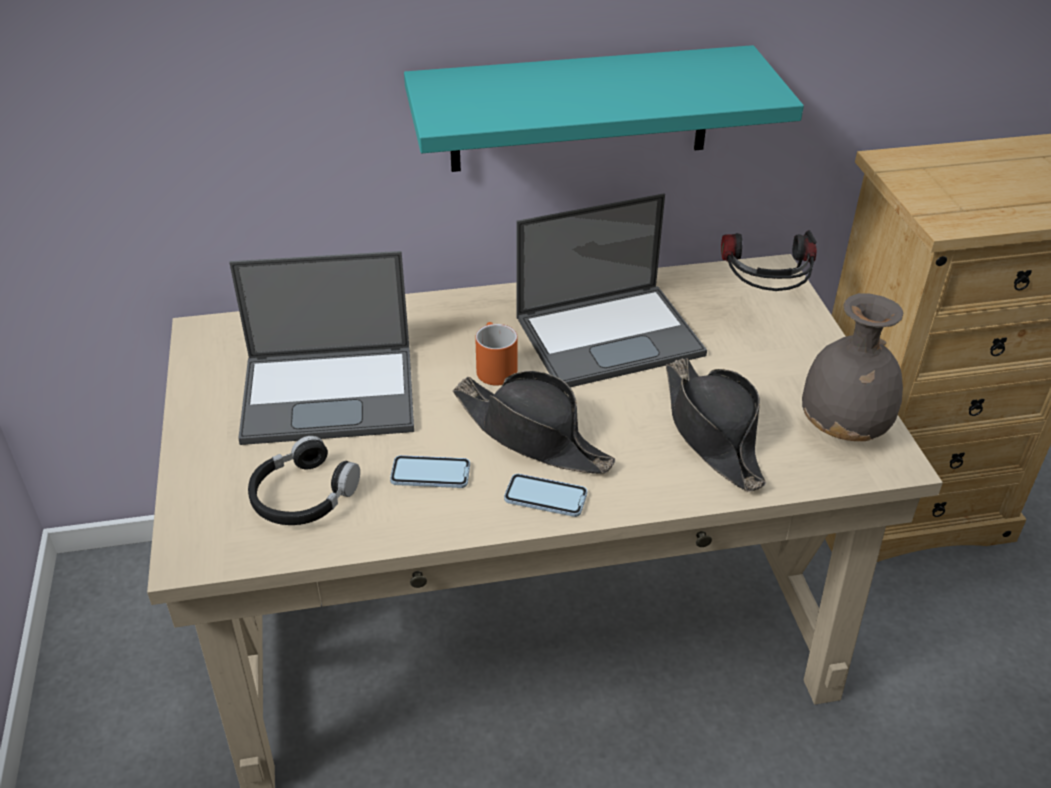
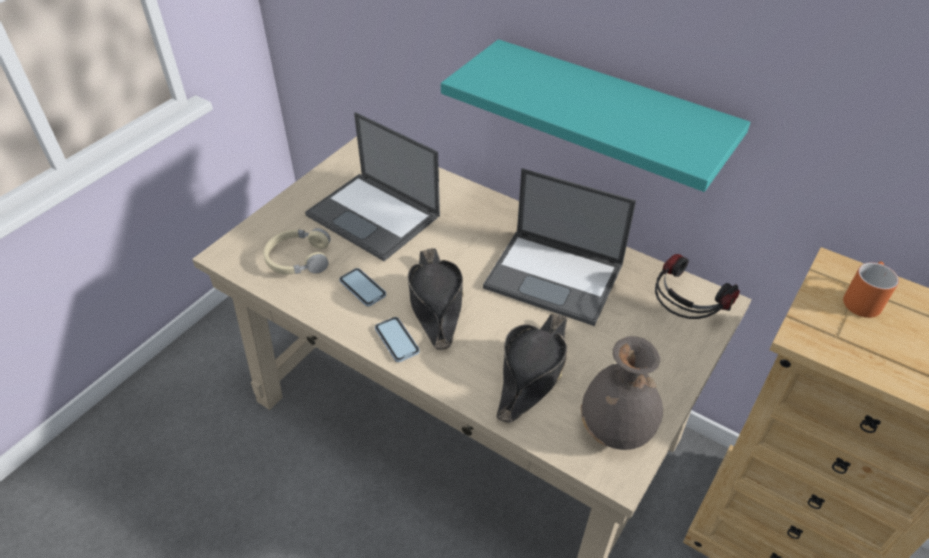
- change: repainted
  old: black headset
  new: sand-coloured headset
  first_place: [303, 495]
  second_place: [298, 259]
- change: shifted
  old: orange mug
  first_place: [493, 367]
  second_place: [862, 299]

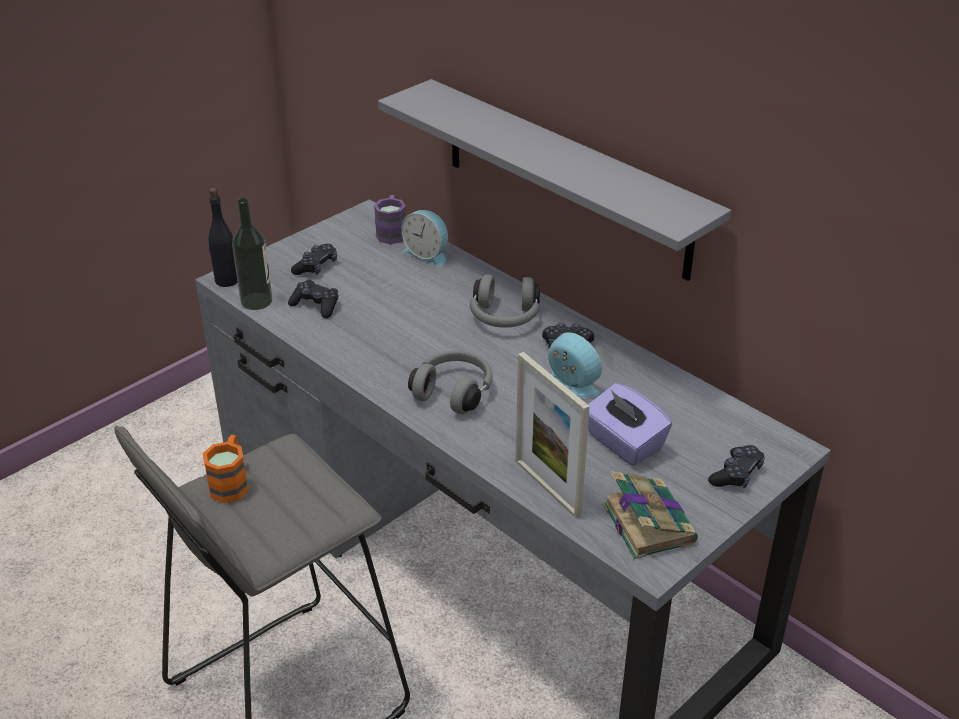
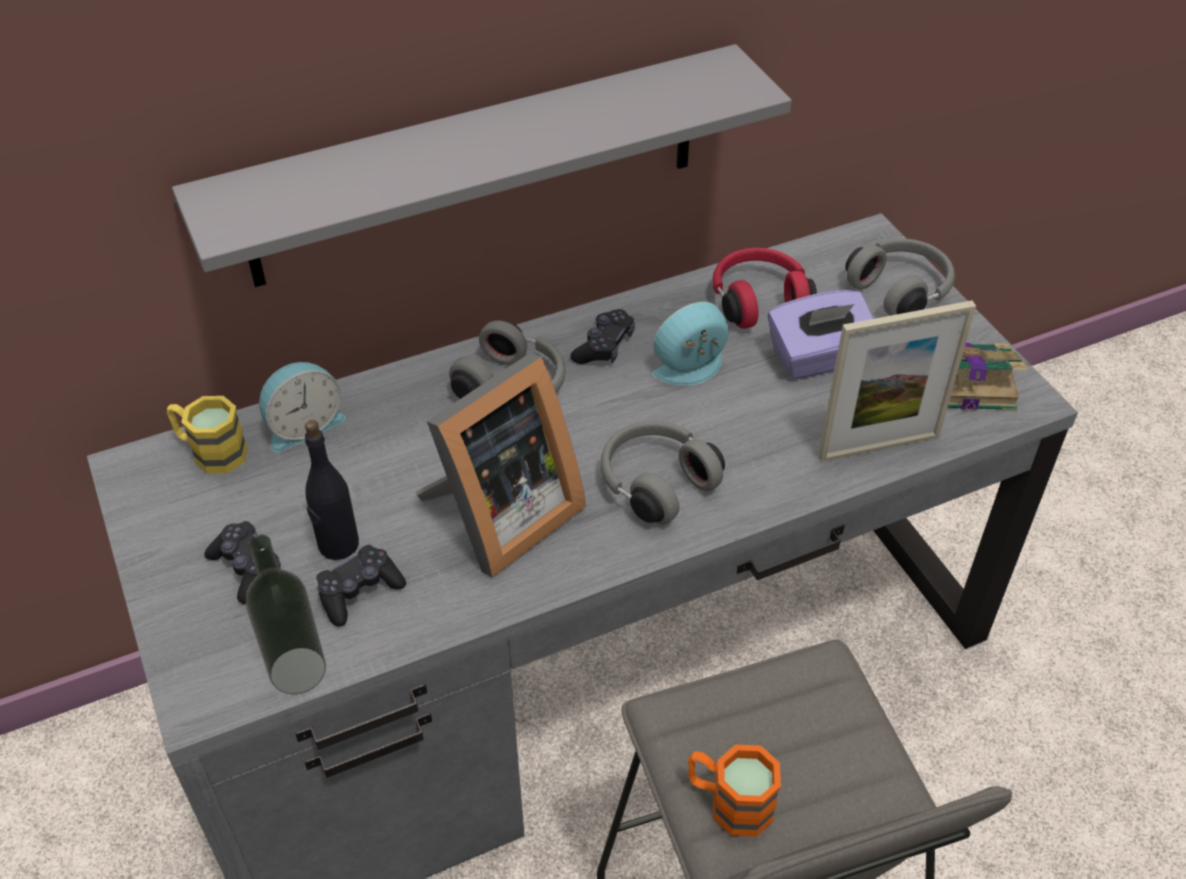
- change: repainted
  old: purple-coloured mug
  new: yellow mug
  first_place: [391, 232]
  second_place: [211, 451]
- change: shifted
  old: black beverage bottle
  first_place: [226, 280]
  second_place: [338, 545]
- change: new
  new: photo frame
  second_place: [499, 517]
- change: new
  new: red headset
  second_place: [758, 300]
- change: swapped
  old: black gamepad
  new: gray headset
  first_place: [736, 474]
  second_place: [901, 290]

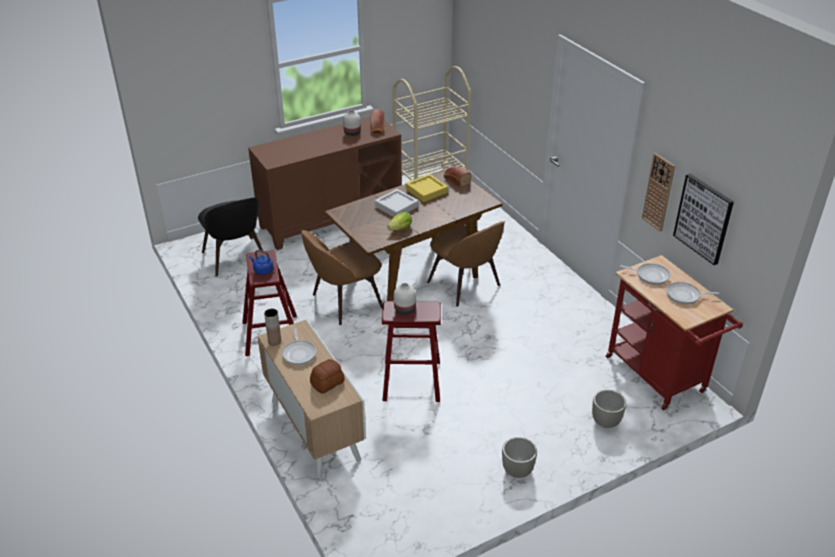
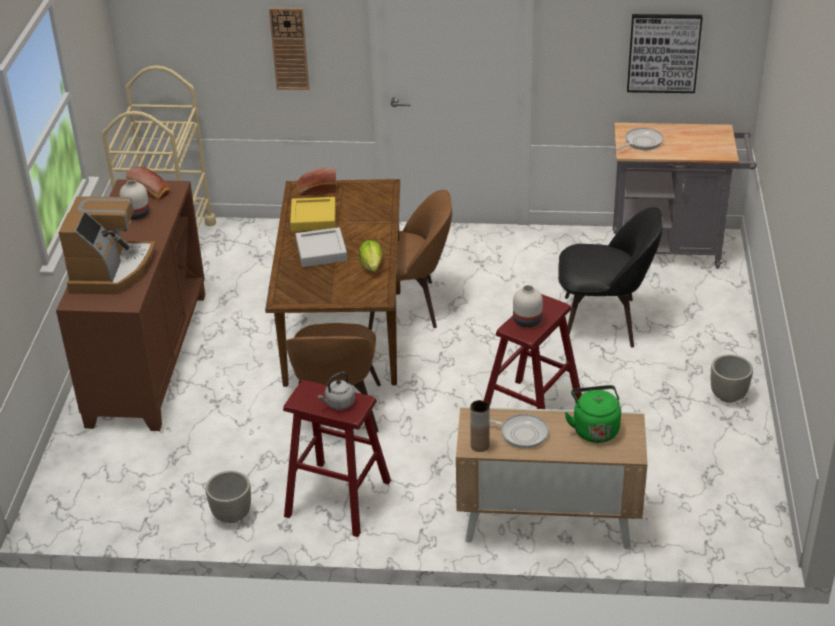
- change: new
  new: coffee brewer
  second_place: [111, 270]
- change: shifted
  old: gray flower pot
  first_place: [606, 422]
  second_place: [232, 515]
- change: shifted
  old: clock on the wall
  first_place: [658, 192]
  second_place: [289, 48]
- change: repainted
  old: bluish water kettle
  new: gray water kettle
  first_place: [262, 270]
  second_place: [338, 403]
- change: shifted
  old: black upright chair
  first_place: [235, 258]
  second_place: [603, 321]
- change: swapped
  old: bread
  new: green-coloured water kettle
  first_place: [328, 383]
  second_place: [594, 429]
- change: repainted
  old: red cart
  new: gray cart
  first_place: [659, 378]
  second_place: [673, 249]
- change: gone
  old: frying pan
  first_place: [685, 295]

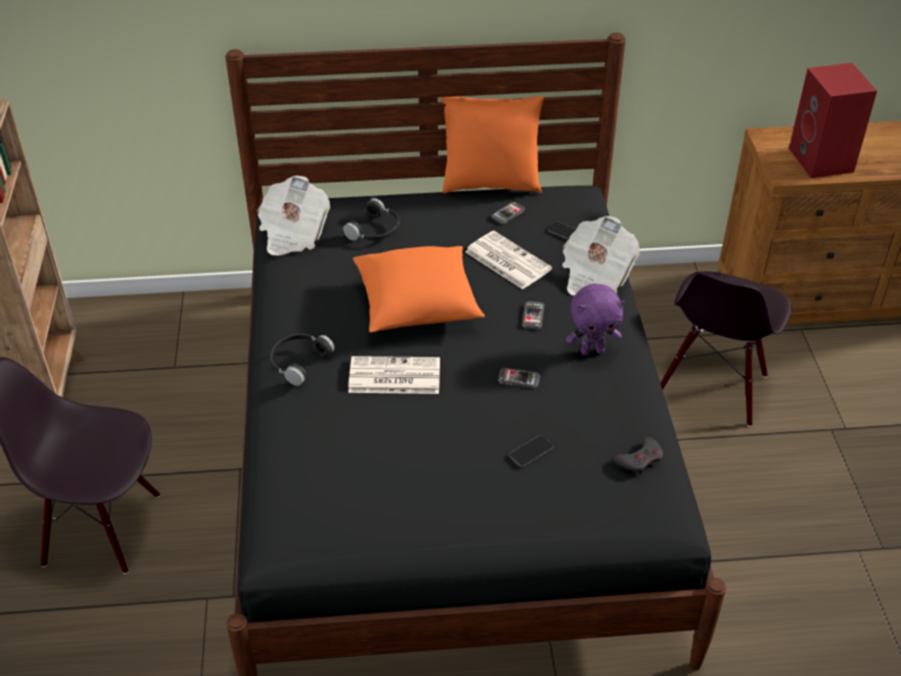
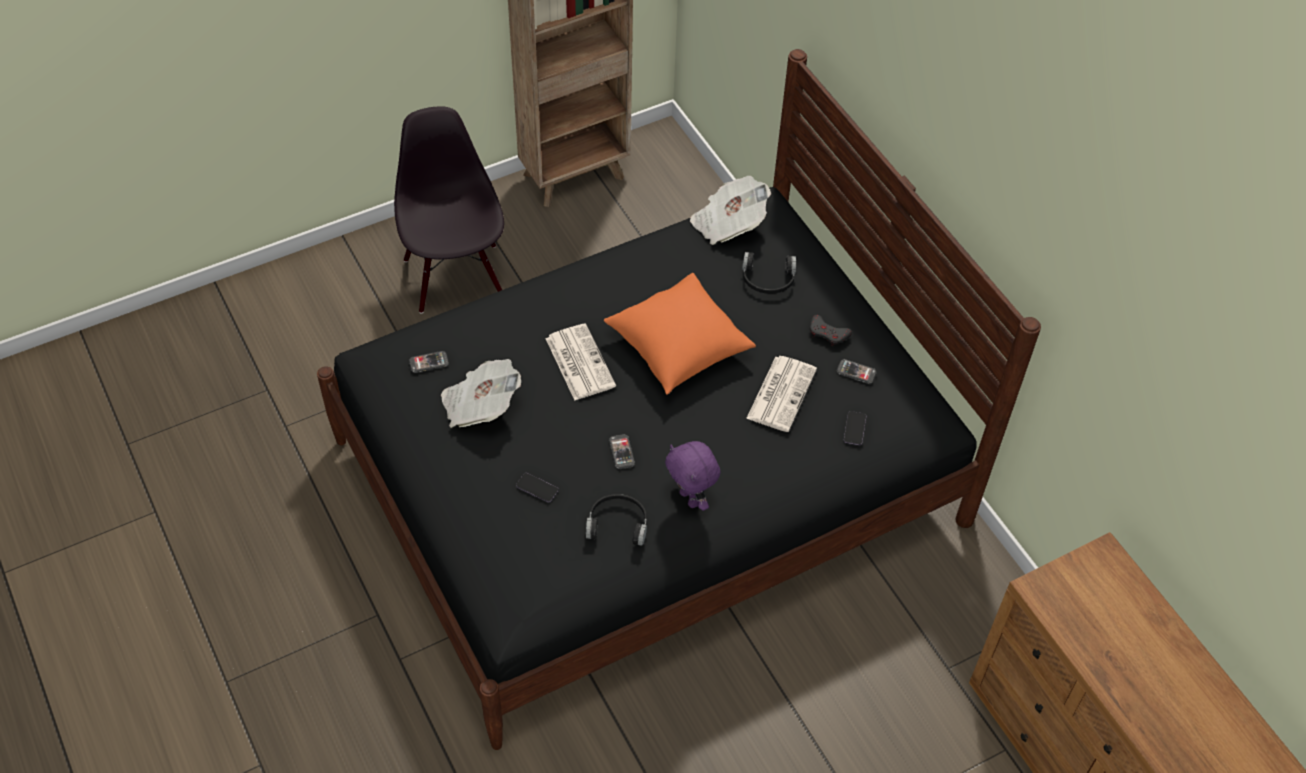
- change: shifted
  old: handset
  first_place: [533, 316]
  second_place: [429, 363]
- change: shifted
  old: newspaper
  first_place: [595, 275]
  second_place: [480, 406]
- change: shifted
  old: black headset
  first_place: [298, 362]
  second_place: [618, 523]
- change: shifted
  old: gray gamepad
  first_place: [640, 459]
  second_place: [828, 333]
- change: gone
  old: orange throw pillow
  first_place: [490, 184]
- change: gone
  old: black upright chair
  first_place: [713, 386]
- change: gone
  old: red speaker
  first_place: [823, 161]

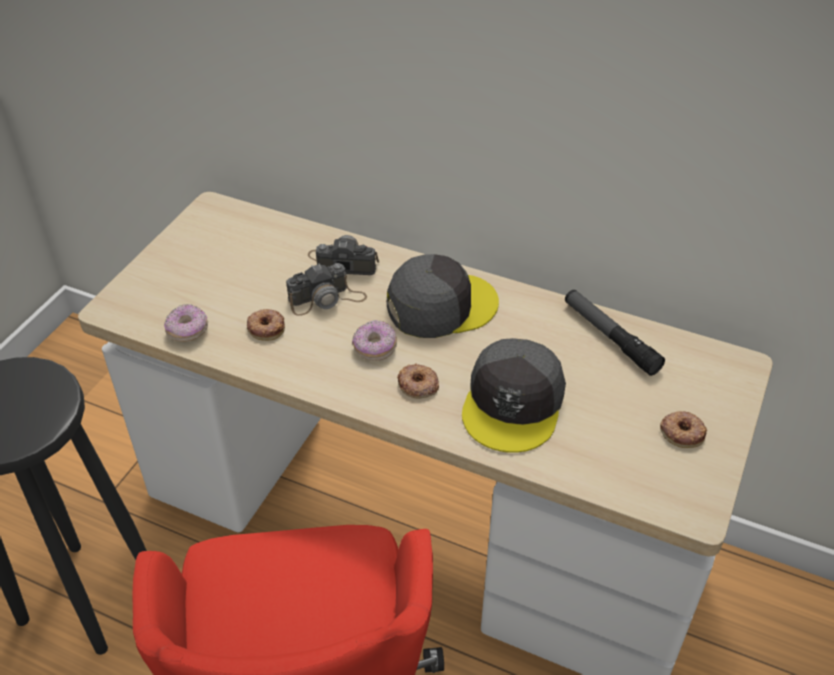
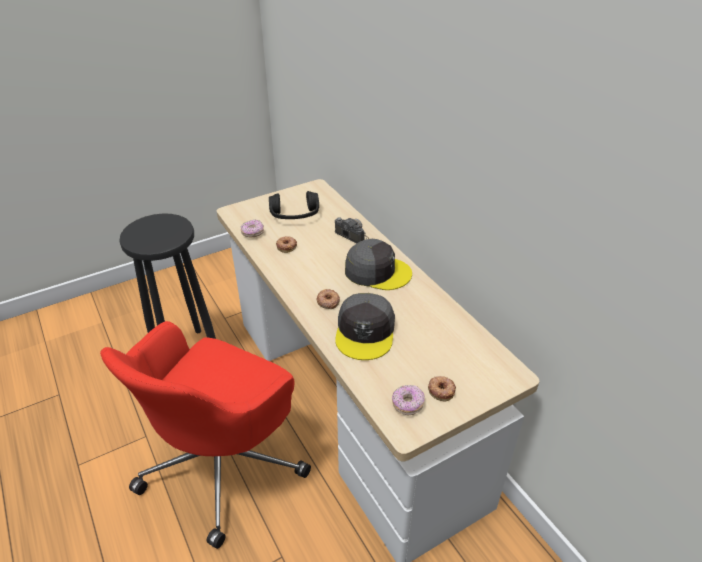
- change: new
  new: black headset
  second_place: [295, 215]
- change: rotated
  old: gray baseball cap
  first_place: [514, 403]
  second_place: [365, 332]
  degrees: -45
- change: shifted
  old: ring doughnut
  first_place: [374, 348]
  second_place: [407, 404]
- change: gone
  old: still camera
  first_place: [327, 299]
- change: gone
  old: torch
  first_place: [610, 337]

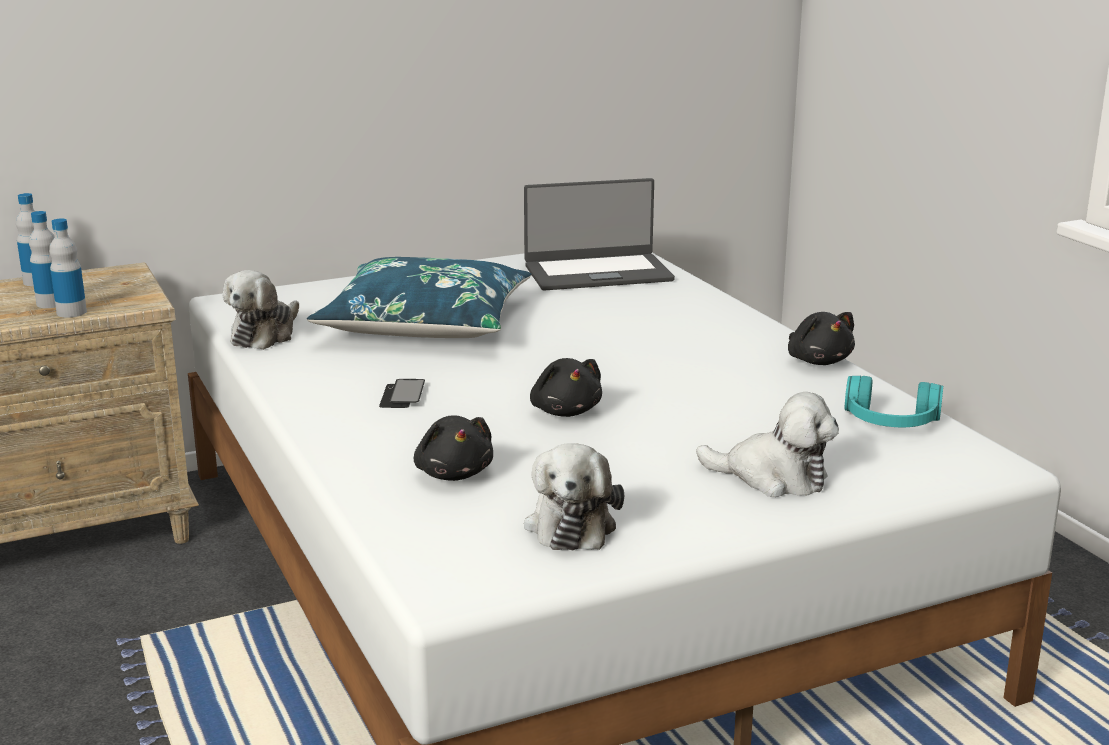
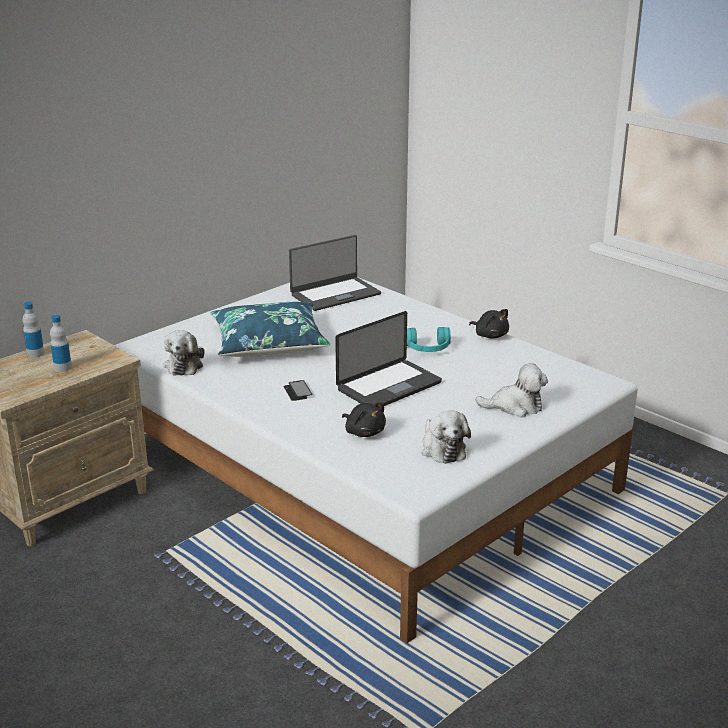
- change: swapped
  old: black plush toy
  new: laptop
  first_place: [565, 411]
  second_place: [389, 386]
- change: shifted
  old: turquoise headset
  first_place: [890, 423]
  second_place: [427, 349]
- change: gone
  old: beverage bottle
  first_place: [71, 312]

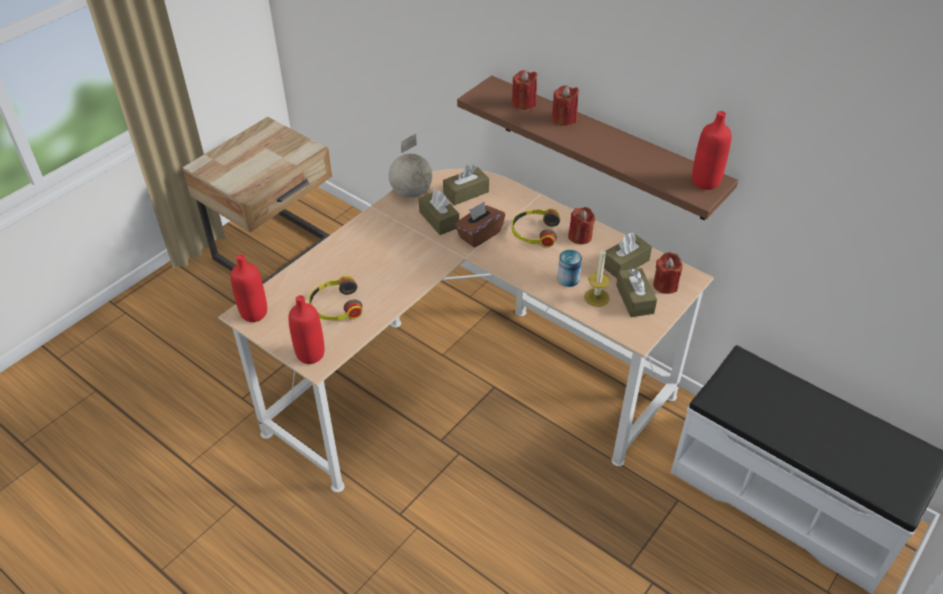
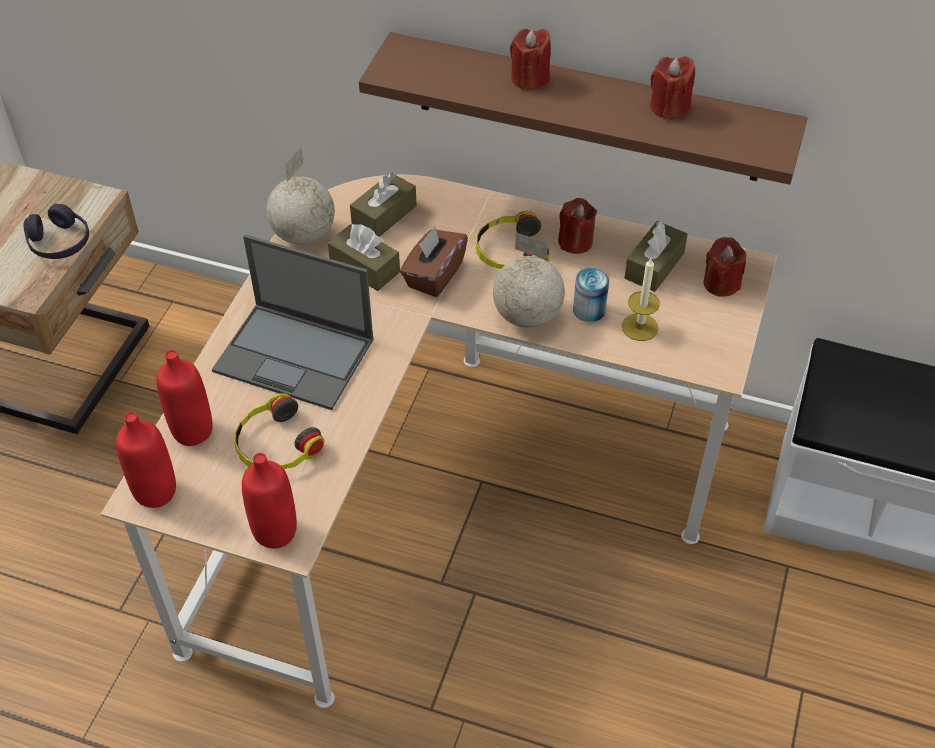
- change: new
  new: purple-coloured headset
  second_place: [60, 242]
- change: shifted
  old: red beverage bottle
  first_place: [705, 182]
  second_place: [192, 431]
- change: new
  new: laptop
  second_place: [296, 356]
- change: new
  new: globe
  second_place: [527, 317]
- change: shifted
  old: red wax light
  first_place: [524, 103]
  second_place: [669, 107]
- change: gone
  old: brown tissue holder
  first_place: [634, 299]

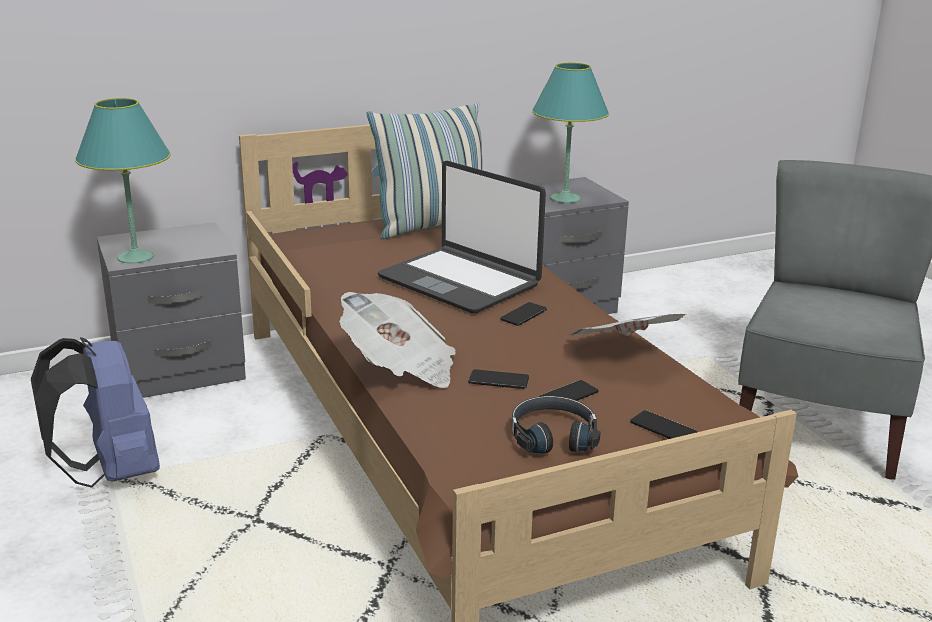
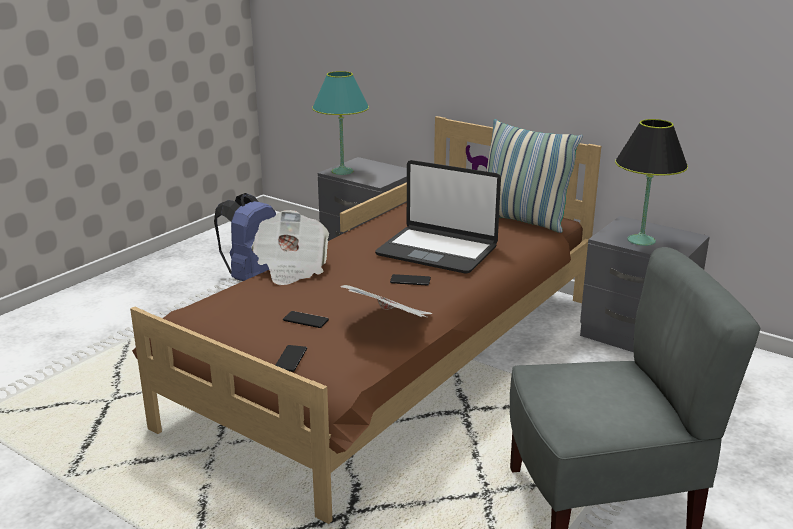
- change: rotated
  old: laptop
  first_place: [460, 281]
  second_place: [437, 251]
  degrees: -75
- change: repainted
  old: turquoise lamp for a table
  new: black lamp for a table
  first_place: [565, 199]
  second_place: [641, 240]
- change: gone
  old: handset
  first_place: [498, 380]
- change: gone
  old: black headset
  first_place: [552, 436]

